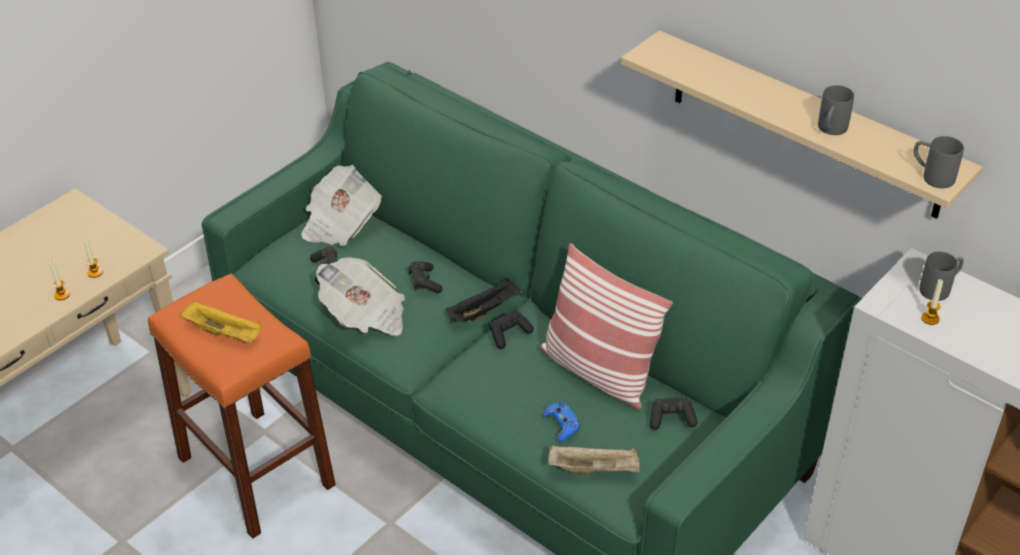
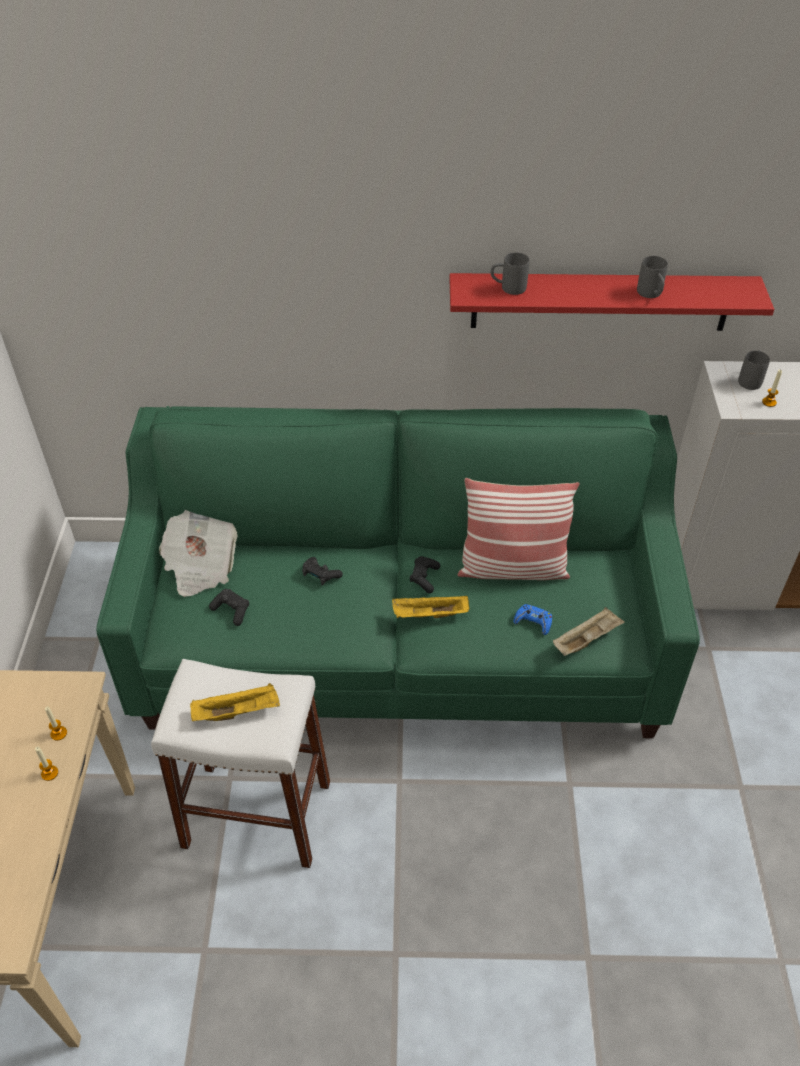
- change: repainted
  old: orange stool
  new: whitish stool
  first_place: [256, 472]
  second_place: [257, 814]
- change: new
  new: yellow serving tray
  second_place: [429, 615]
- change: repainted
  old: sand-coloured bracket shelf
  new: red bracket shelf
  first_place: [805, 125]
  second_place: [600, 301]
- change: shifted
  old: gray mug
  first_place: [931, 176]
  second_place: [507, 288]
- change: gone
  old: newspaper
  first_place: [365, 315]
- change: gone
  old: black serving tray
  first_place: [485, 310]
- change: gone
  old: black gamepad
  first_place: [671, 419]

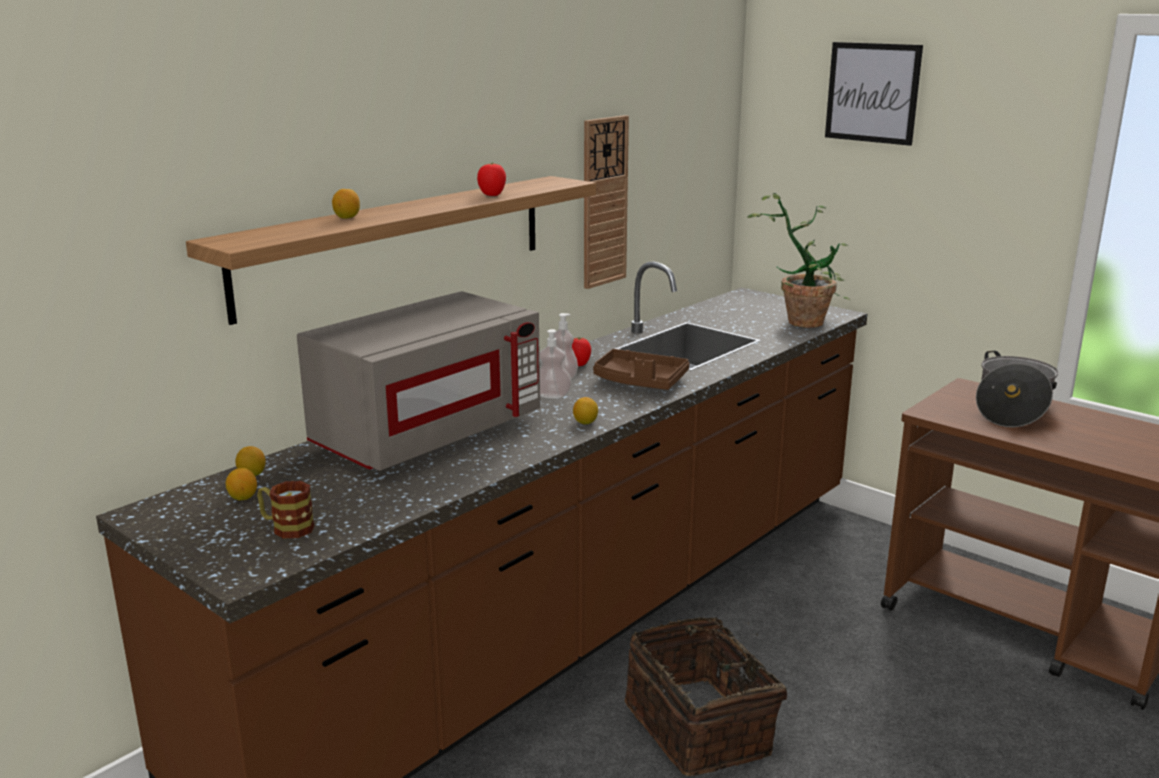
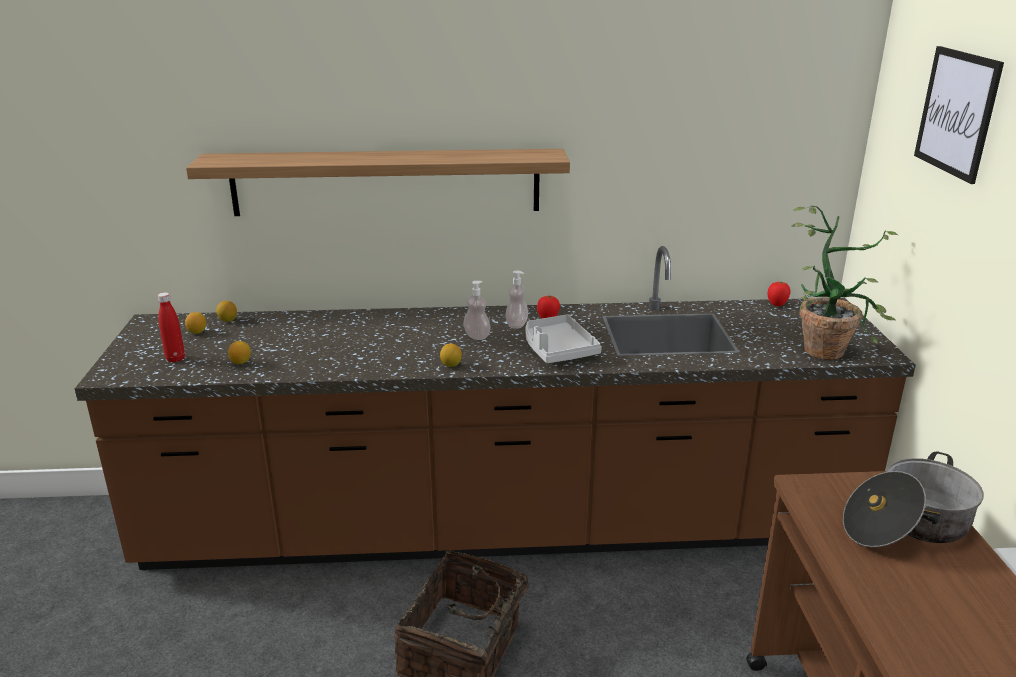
- change: swapped
  old: mug
  new: red beverage bottle
  first_place: [286, 527]
  second_place: [175, 359]
- change: shifted
  old: lemon
  first_place: [347, 217]
  second_place: [240, 362]
- change: repainted
  old: brown serving tray
  new: gray serving tray
  first_place: [639, 382]
  second_place: [557, 349]
- change: shifted
  old: fresh tomato
  first_place: [492, 195]
  second_place: [777, 305]
- change: gone
  old: gray microwave oven
  first_place: [427, 434]
- change: gone
  old: clock on the wall
  first_place: [604, 202]

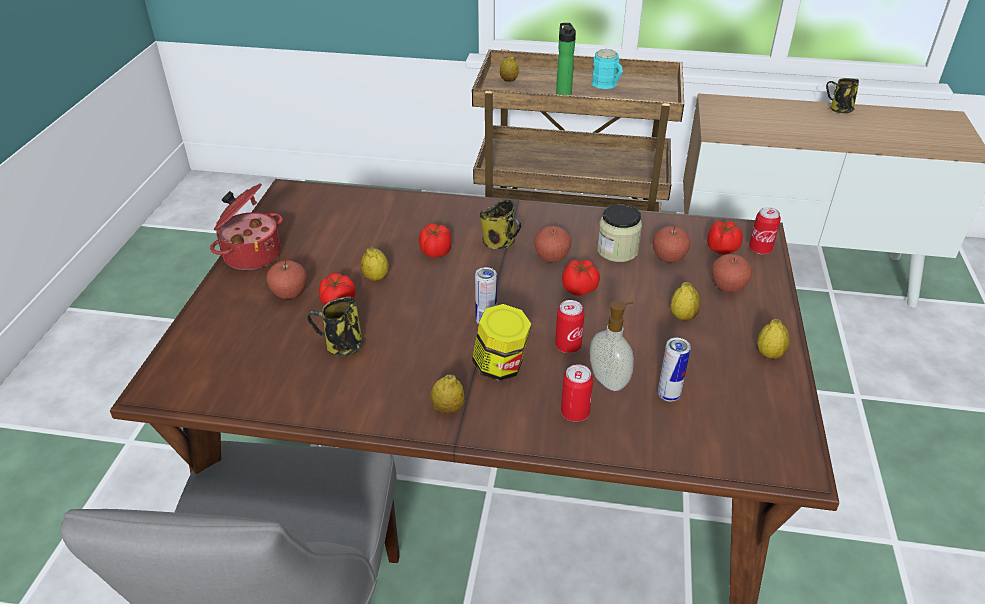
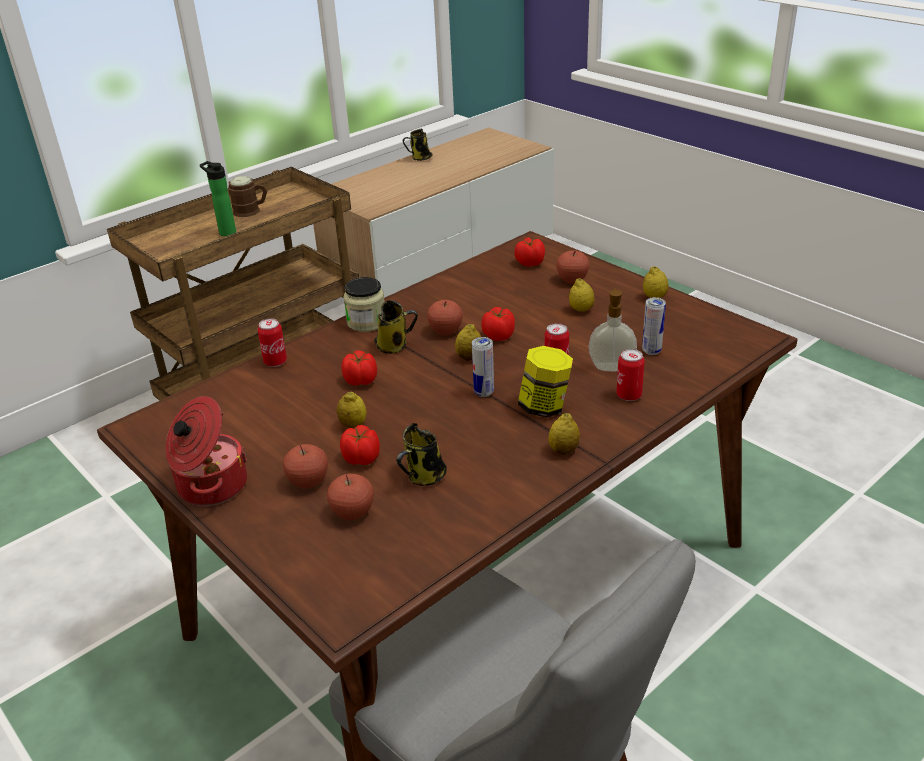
- change: repainted
  old: turquoise mug
  new: brown mug
  first_place: [607, 85]
  second_place: [251, 211]
- change: shifted
  old: metal can
  first_place: [760, 249]
  second_place: [275, 362]
- change: shifted
  old: apple fruit
  first_place: [668, 258]
  second_place: [353, 513]
- change: shifted
  old: preserve jar
  first_place: [617, 250]
  second_place: [366, 322]
- change: shifted
  old: lemon
  first_place: [508, 80]
  second_place: [469, 357]

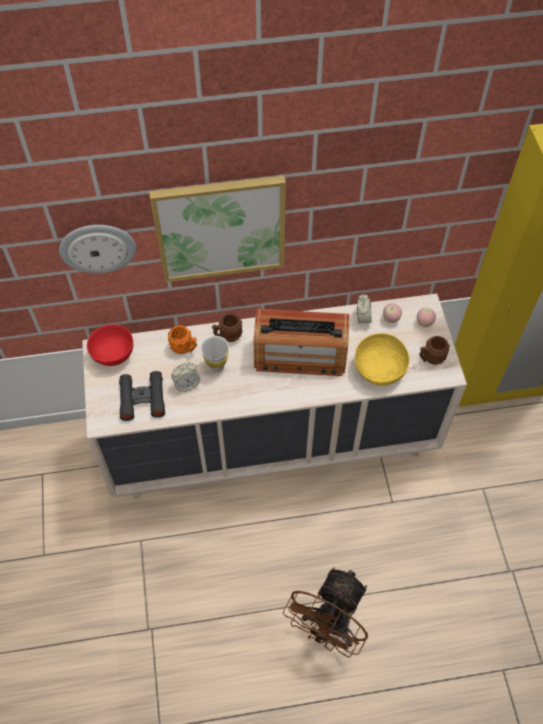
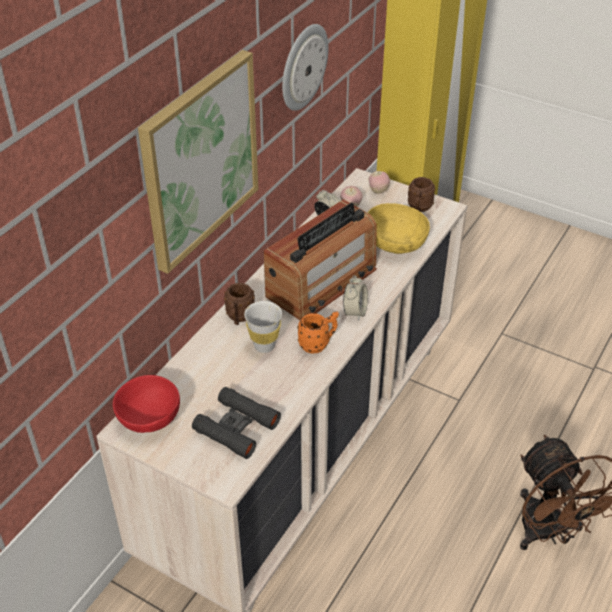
- change: shifted
  old: clock on the wall
  first_place: [97, 247]
  second_place: [302, 67]
- change: shifted
  old: orange mug
  first_place: [185, 348]
  second_place: [318, 344]
- change: shifted
  old: table clock
  first_place: [186, 384]
  second_place: [355, 312]

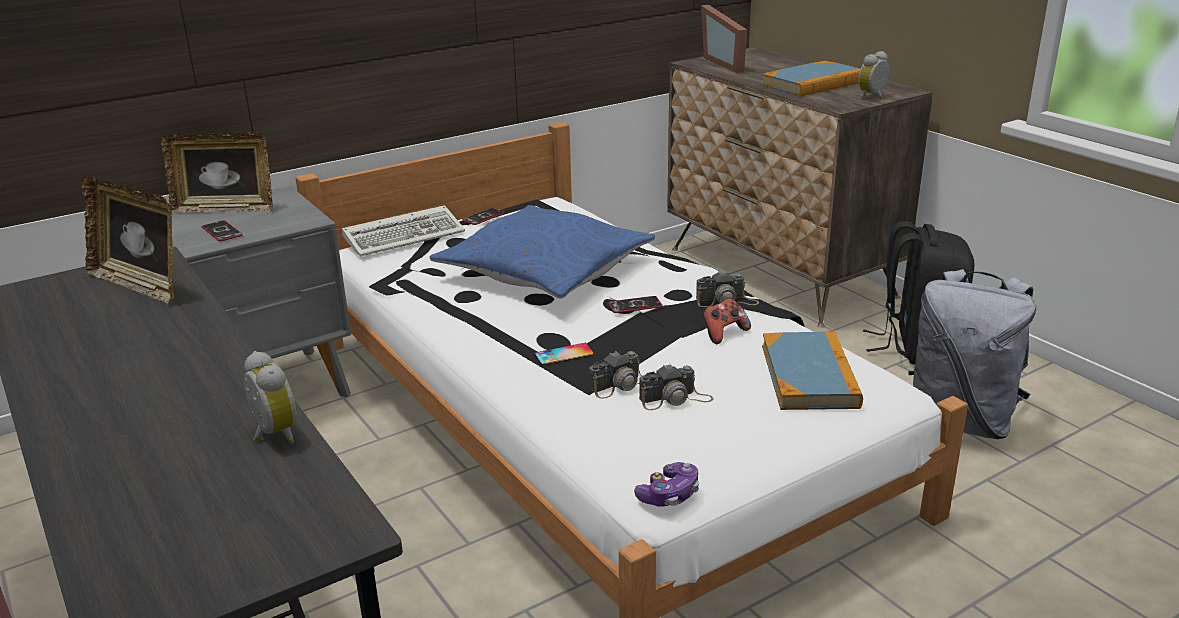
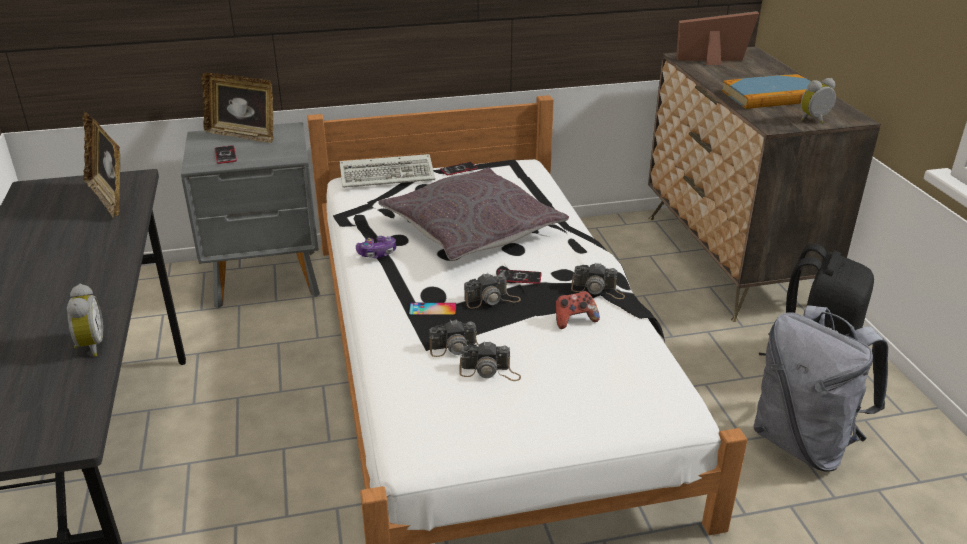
- change: shifted
  old: gamepad
  first_place: [669, 495]
  second_place: [377, 253]
- change: repainted
  old: bluish throw pillow
  new: gray throw pillow
  first_place: [545, 270]
  second_place: [472, 229]
- change: new
  new: still camera
  second_place: [492, 299]
- change: rotated
  old: photo frame
  first_place: [728, 63]
  second_place: [714, 61]
  degrees: 90
- change: gone
  old: bound book
  first_place: [809, 376]

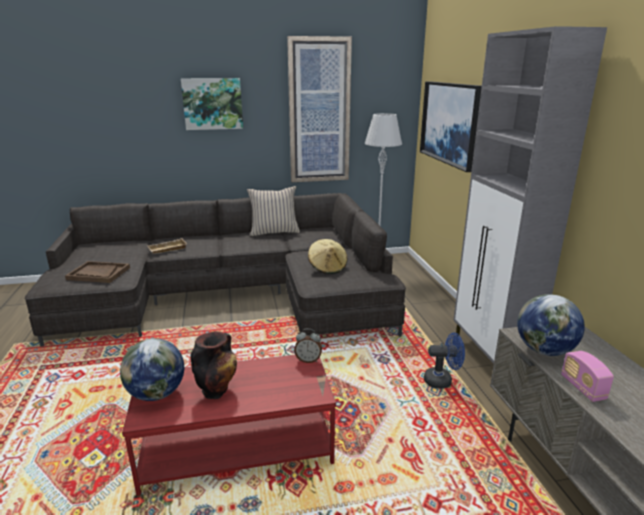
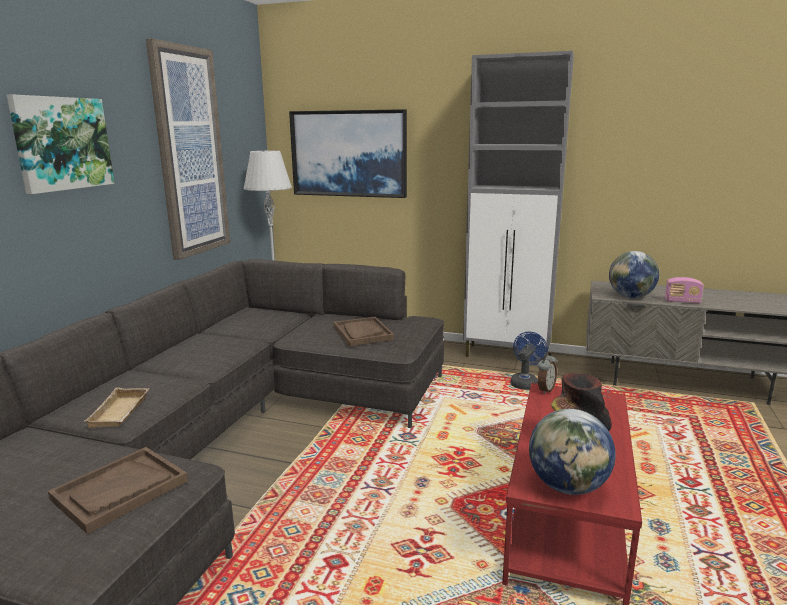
- change: swapped
  old: sand-coloured wearable hat
  new: brown serving tray
  first_place: [327, 267]
  second_place: [362, 333]
- change: gone
  old: sand-coloured throw pillow
  first_place: [274, 232]

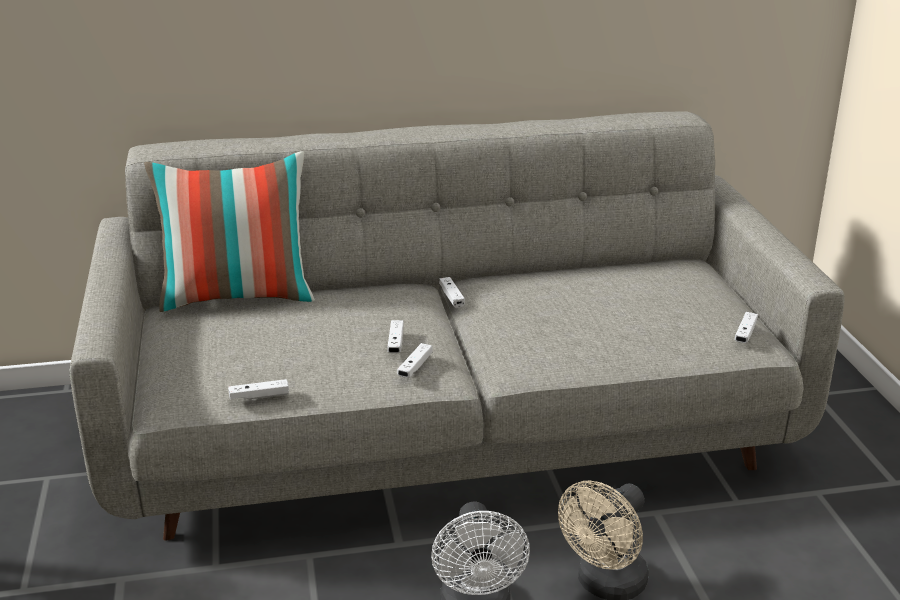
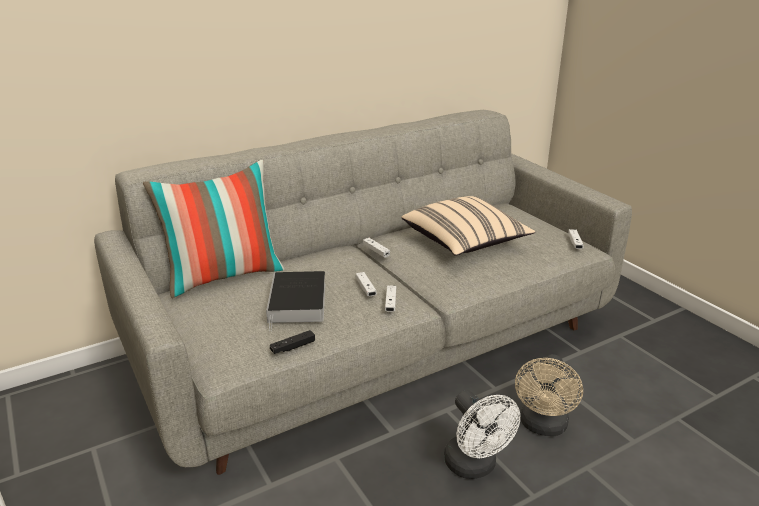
- change: new
  new: bound book
  second_place: [298, 303]
- change: repainted
  old: whitish gamepad
  new: black gamepad
  first_place: [259, 396]
  second_place: [293, 347]
- change: new
  new: sand-coloured throw pillow
  second_place: [465, 242]

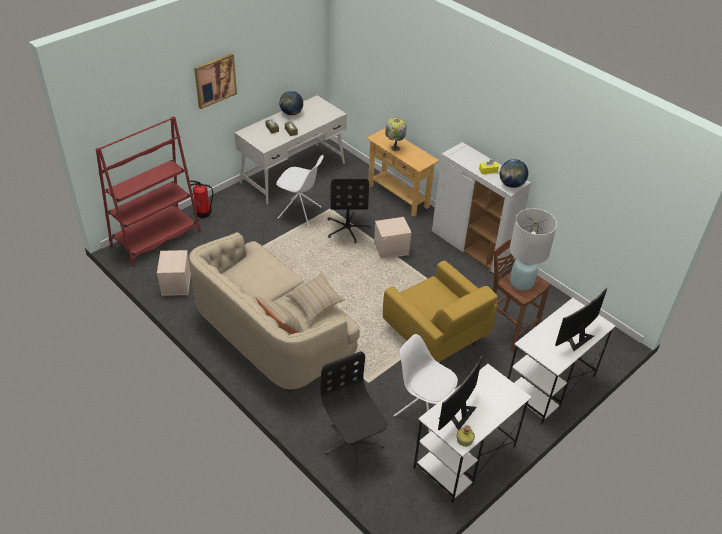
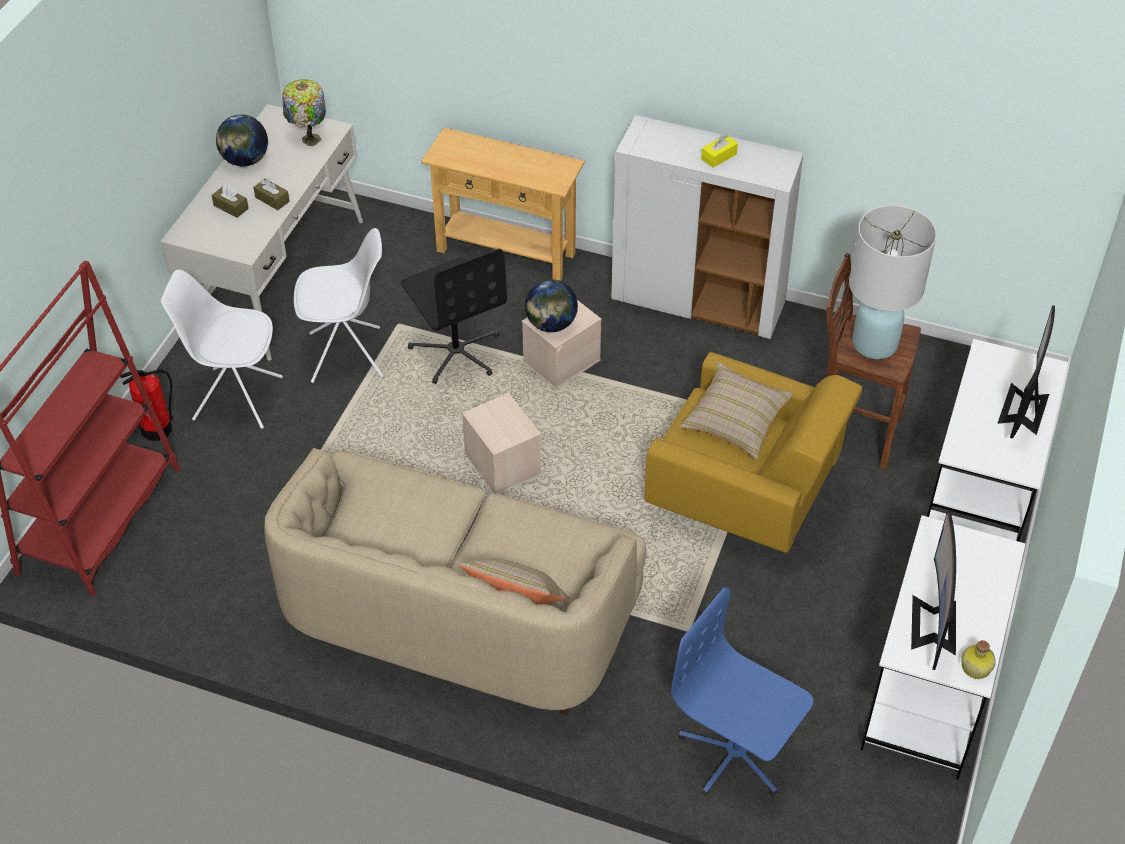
- change: shifted
  old: whitish upright chair
  first_place: [422, 412]
  second_place: [236, 398]
- change: shifted
  old: lamp for a table
  first_place: [394, 148]
  second_place: [309, 139]
- change: shifted
  old: sand-coloured storage container
  first_place: [175, 283]
  second_place: [501, 464]
- change: shifted
  old: globe
  first_place: [511, 185]
  second_place: [551, 325]
- change: repainted
  old: black desk chair
  new: bluish desk chair
  first_place: [353, 443]
  second_place: [735, 753]
- change: shifted
  old: sand-coloured throw pillow
  first_place: [315, 303]
  second_place: [735, 422]
- change: gone
  old: picture
  first_place: [215, 80]

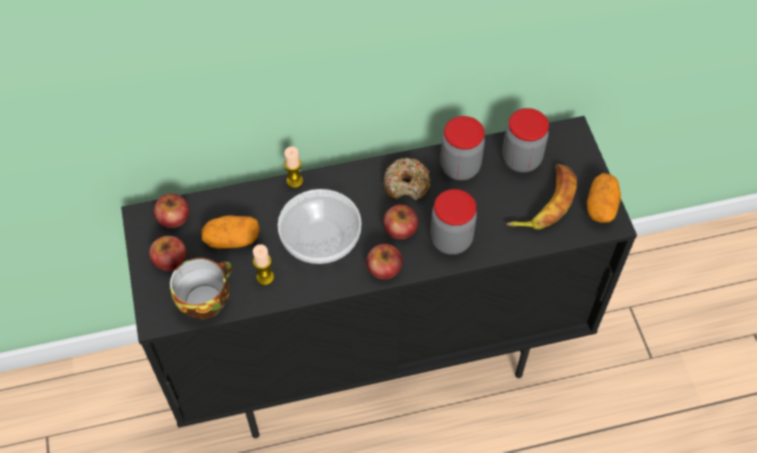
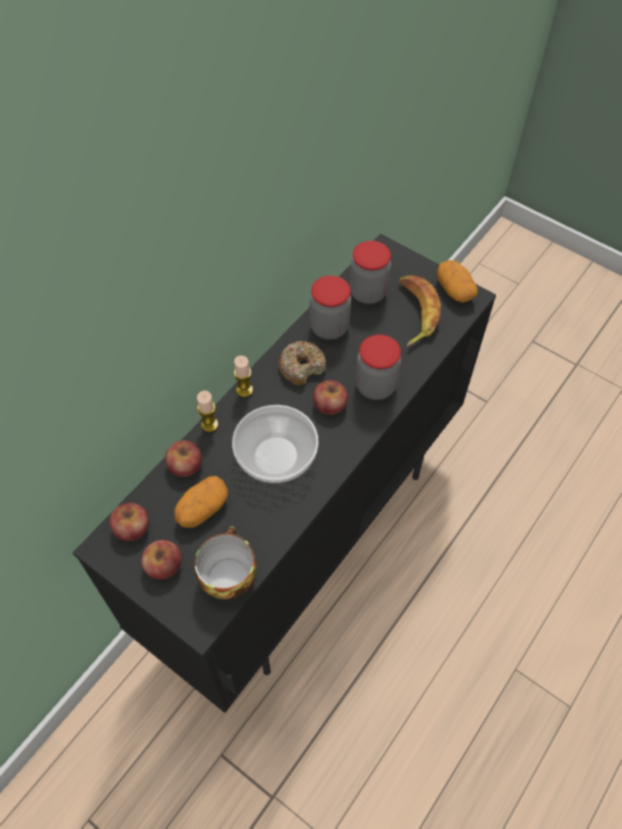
- change: shifted
  old: apple fruit
  first_place: [384, 268]
  second_place: [185, 465]
- change: shifted
  old: wax light
  first_place: [265, 277]
  second_place: [244, 390]

